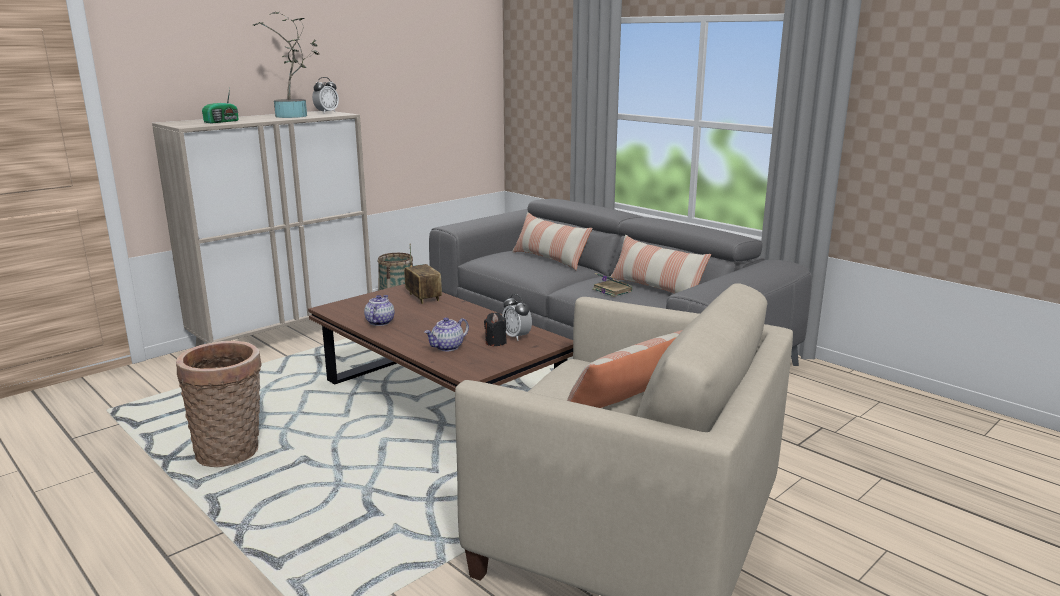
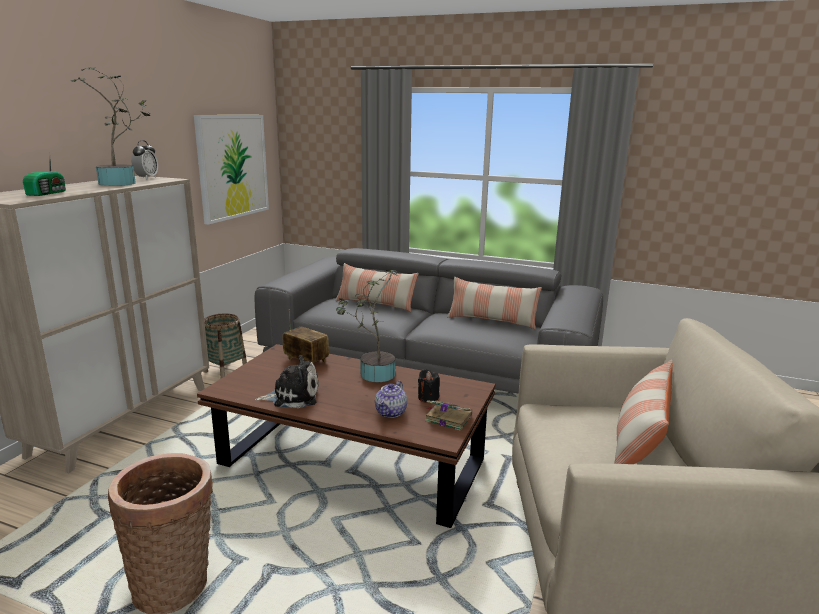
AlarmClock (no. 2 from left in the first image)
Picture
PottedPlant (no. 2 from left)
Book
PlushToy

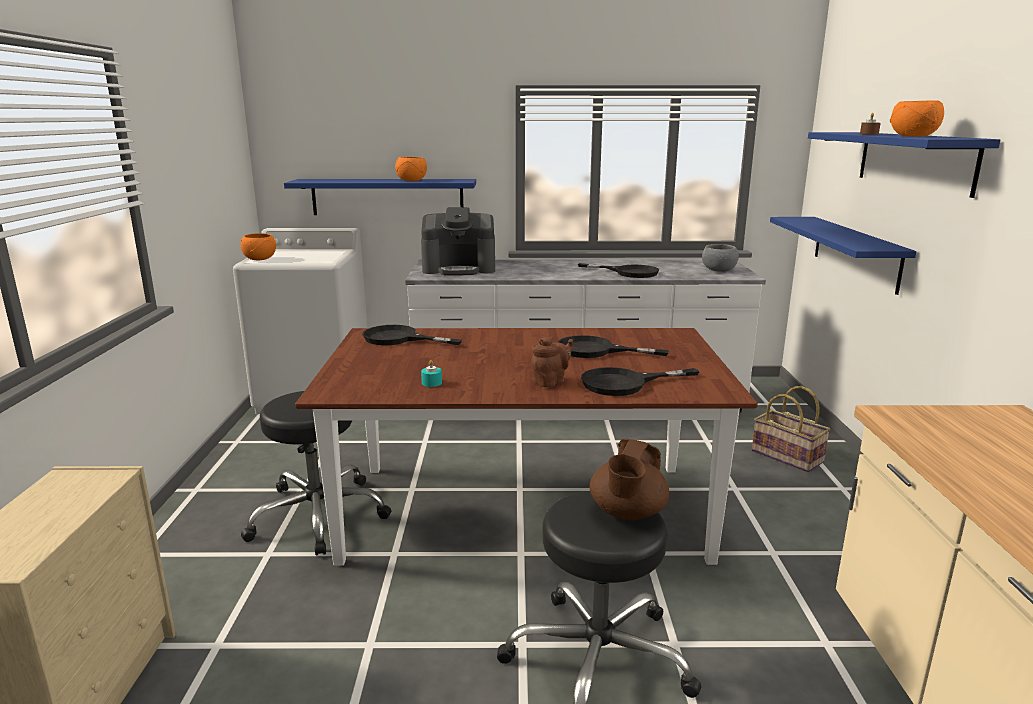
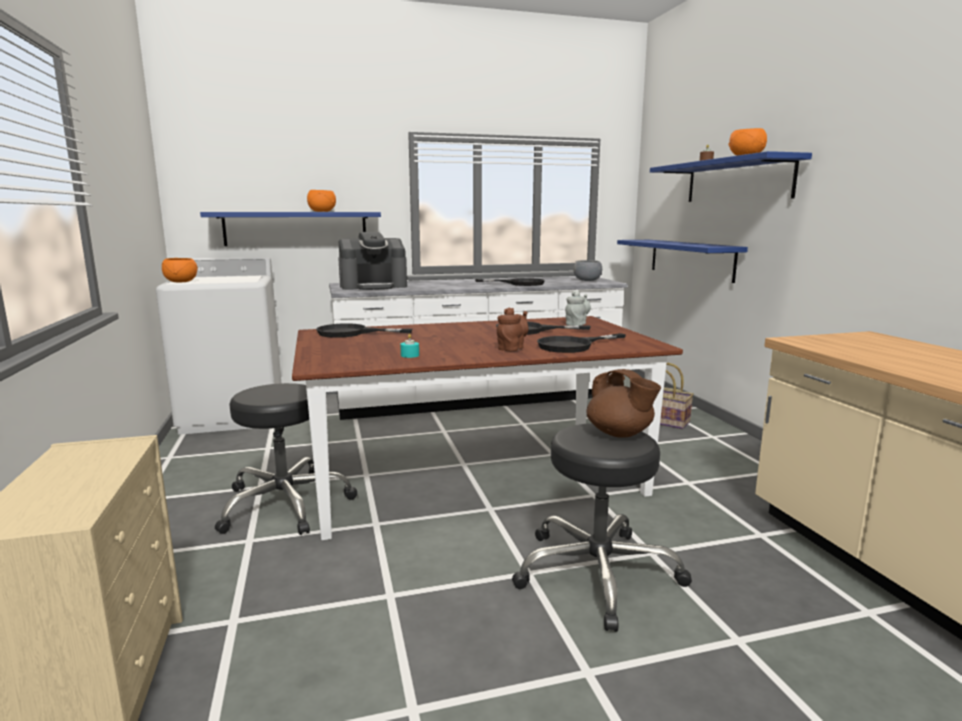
GreyTeapot
BrownTeapot (no. 2 from left)

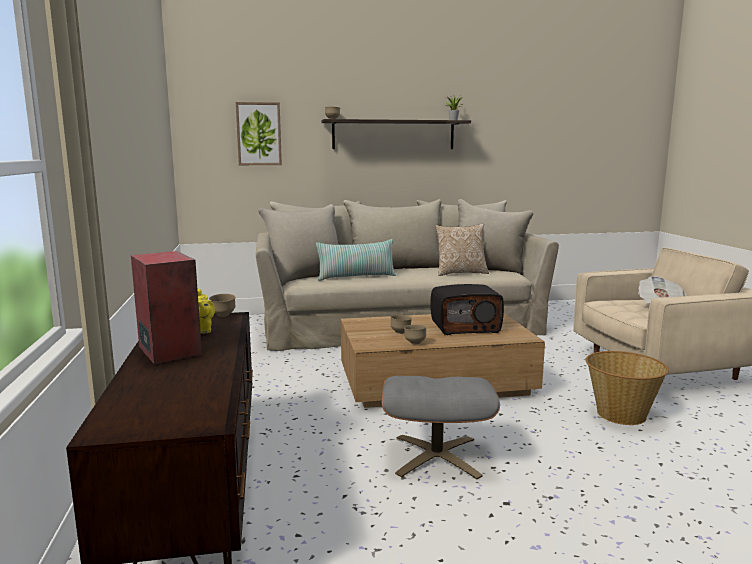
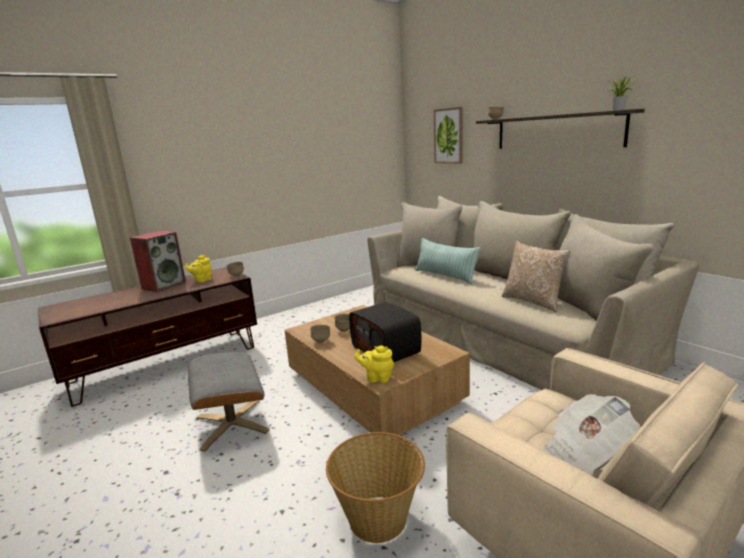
YellowTeapot (no. 2 from left)

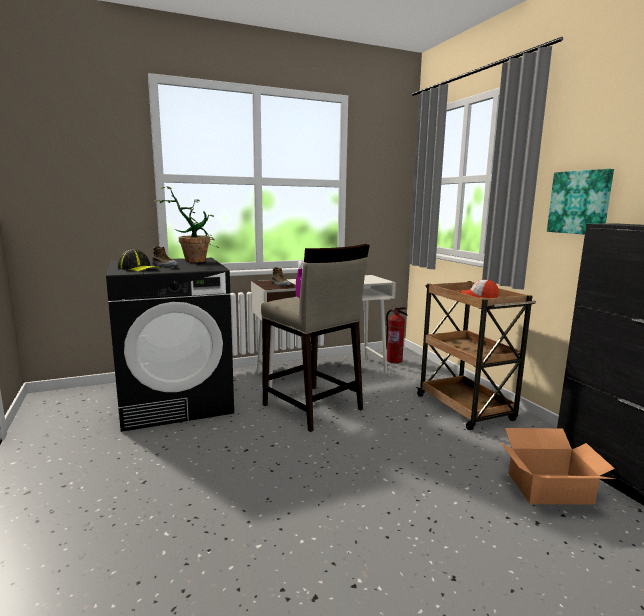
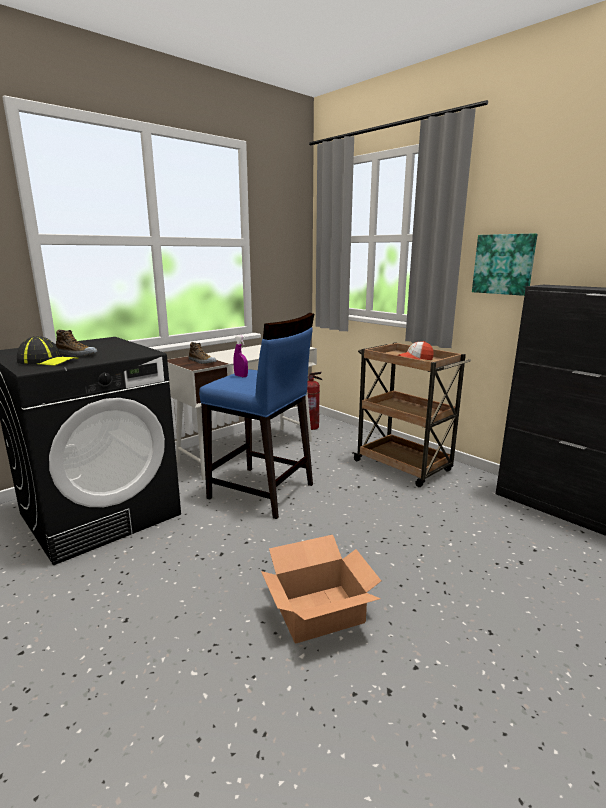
PottedPlant
CardboardBox
BlueStool

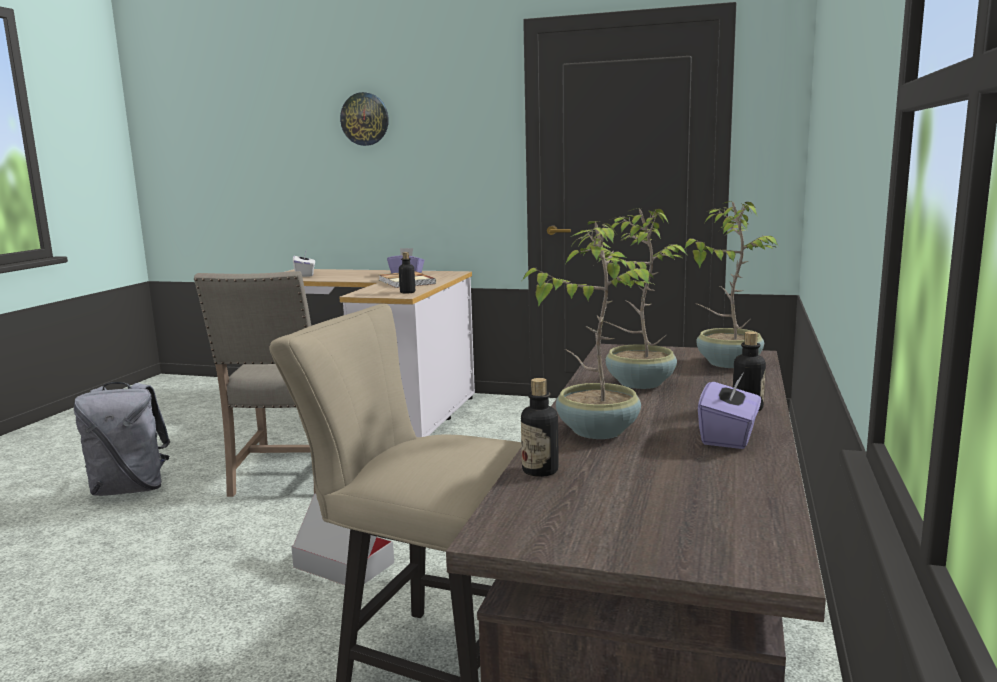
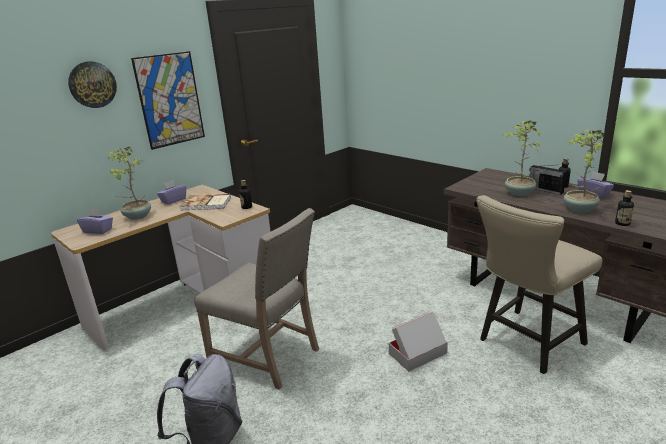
Picture
Radio
PottedPlant (no. 1 from left)
PurpleTissueBox (no. 1 from left)

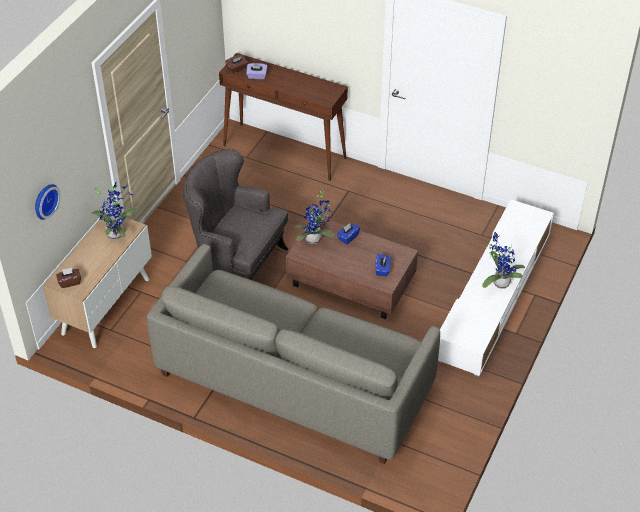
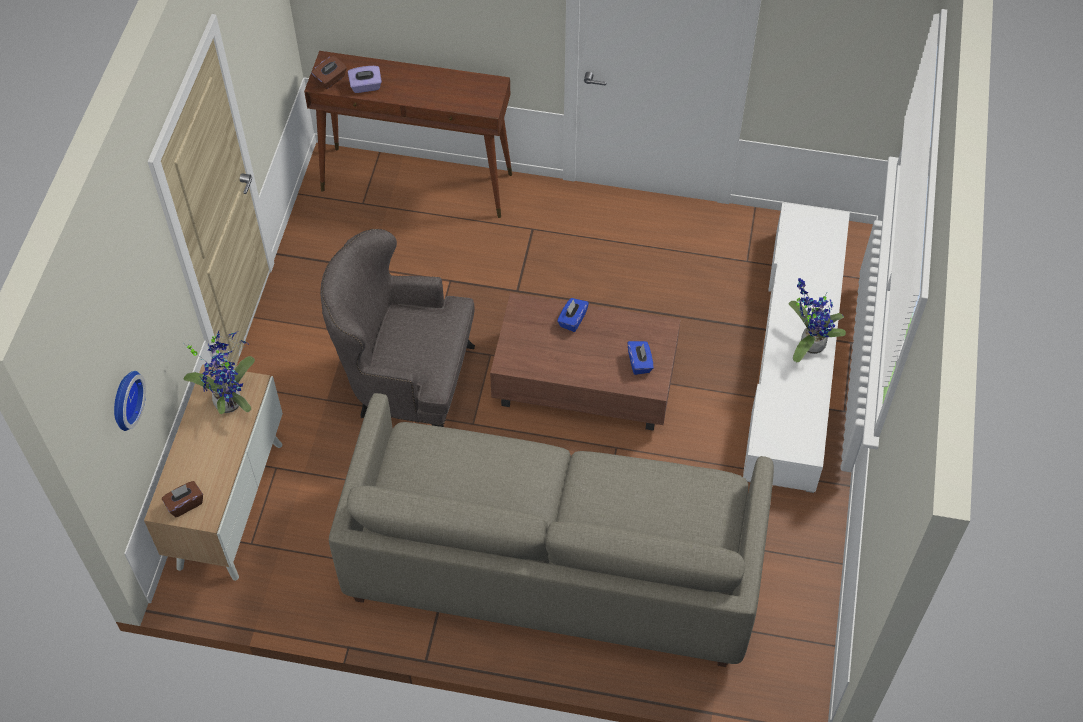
PottedPlant (no. 2 from left in the first image)

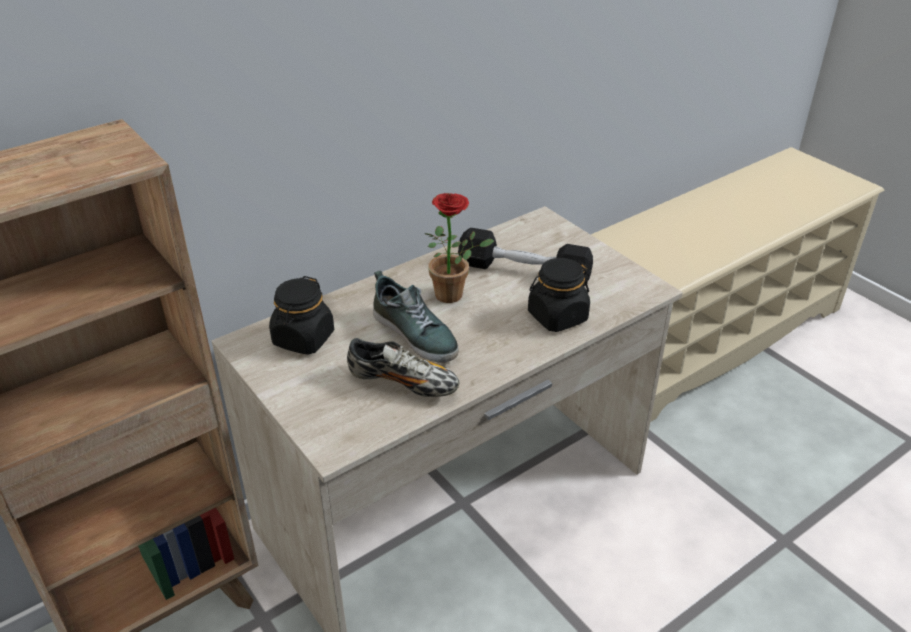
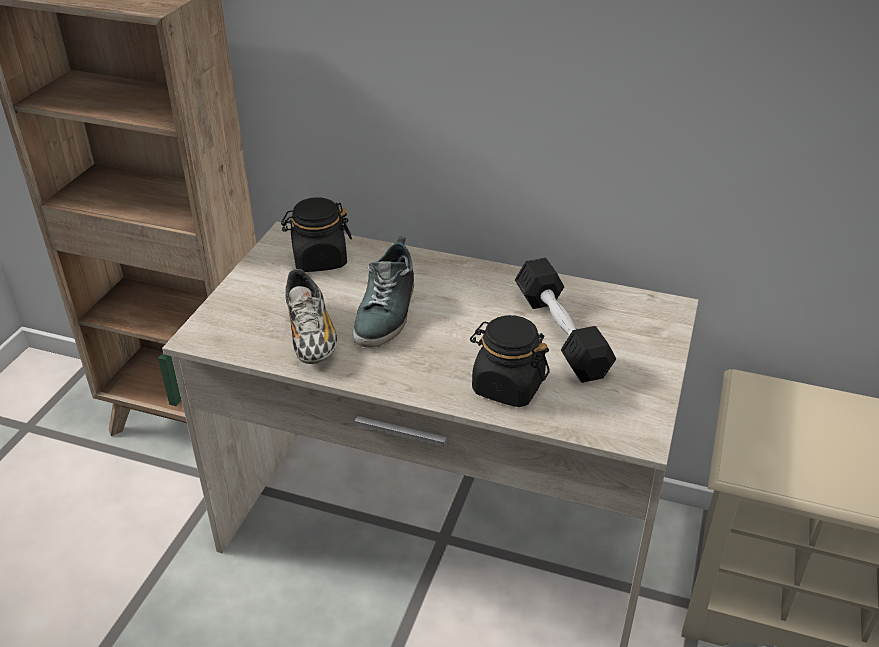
PottedPlant

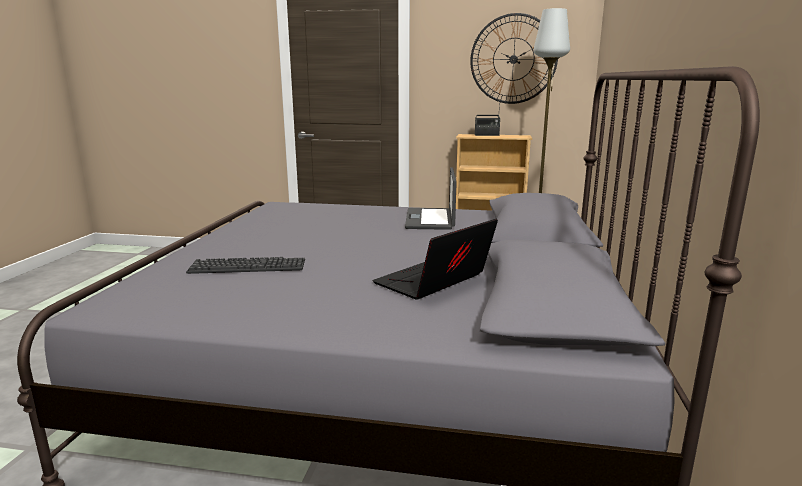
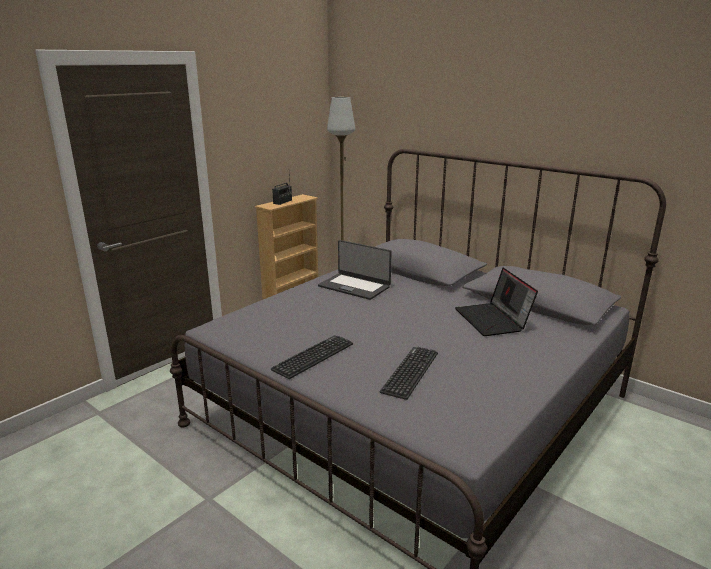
WallClock
Keyboard (no. 1 from left)

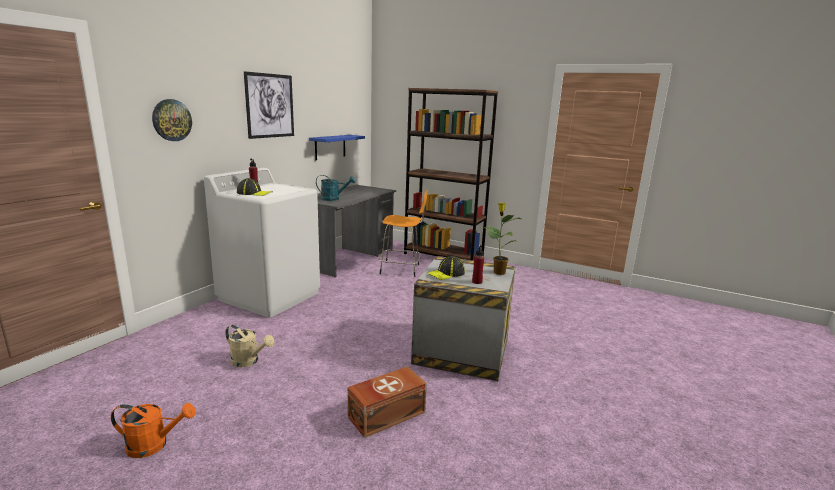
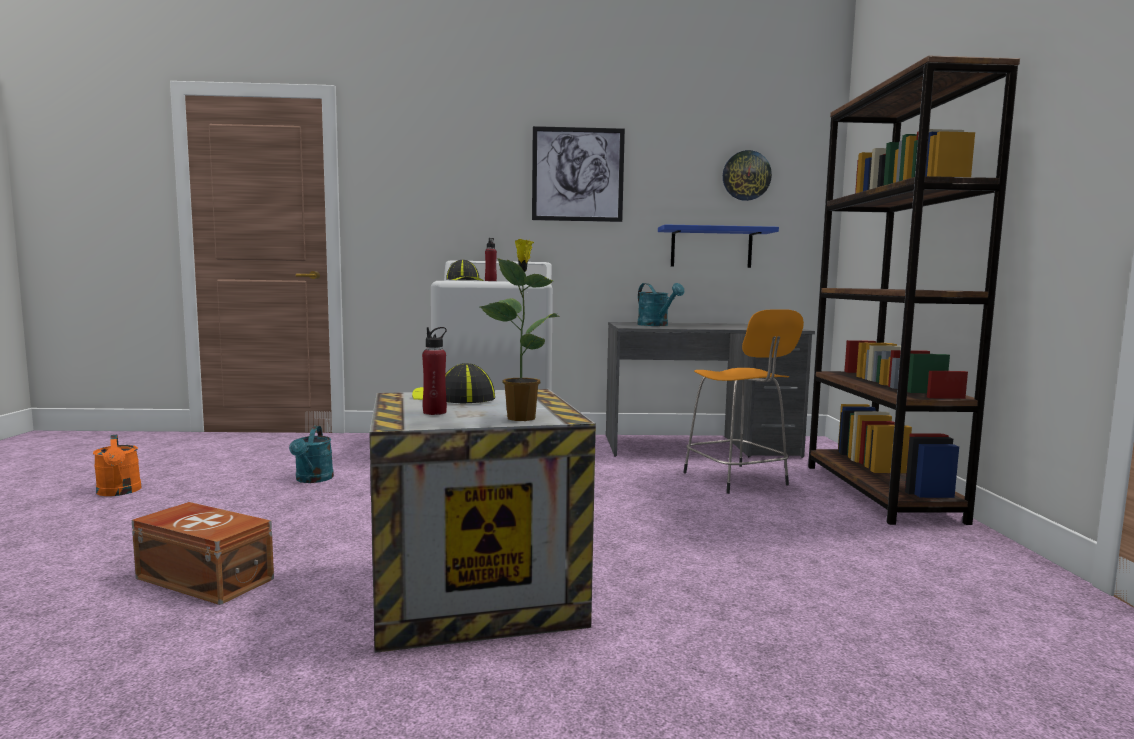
WallClock
TurquoiseWateringCan (no. 1 from left)

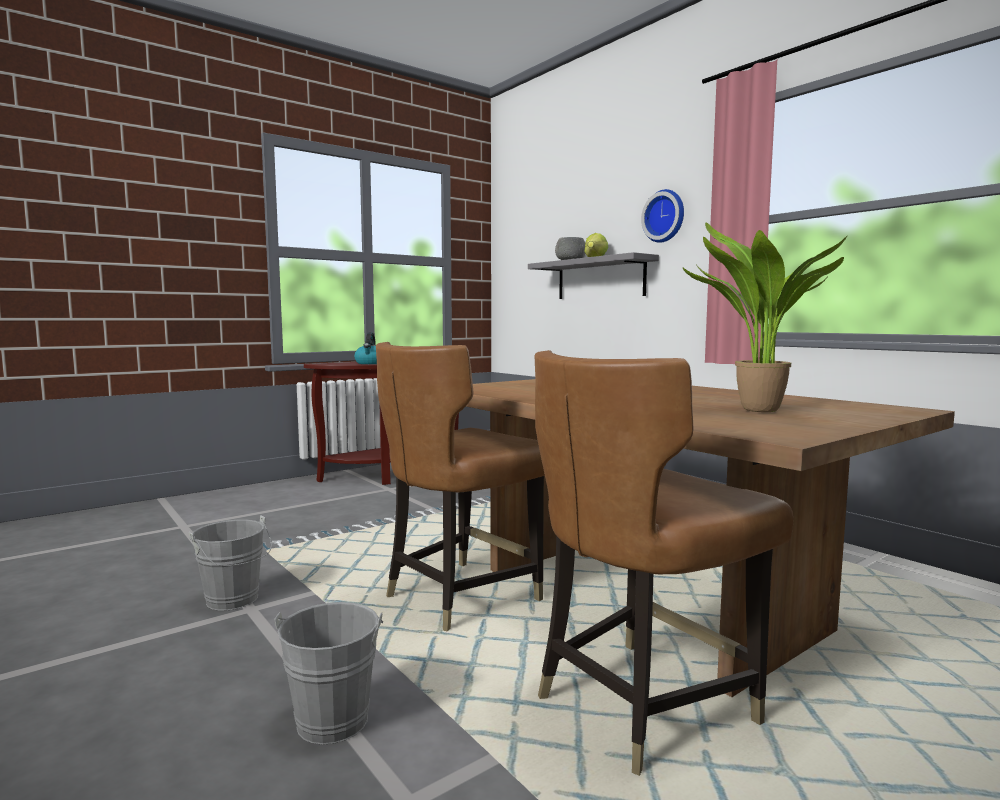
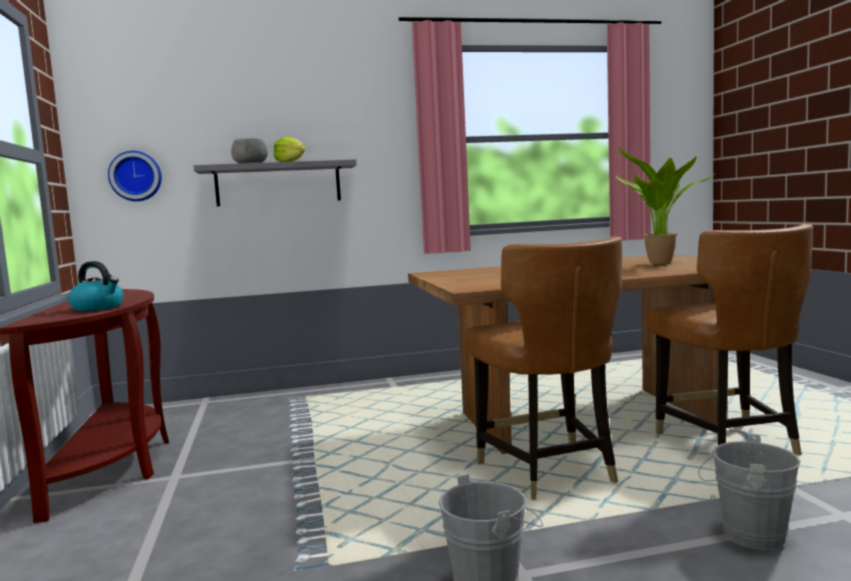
WallClock

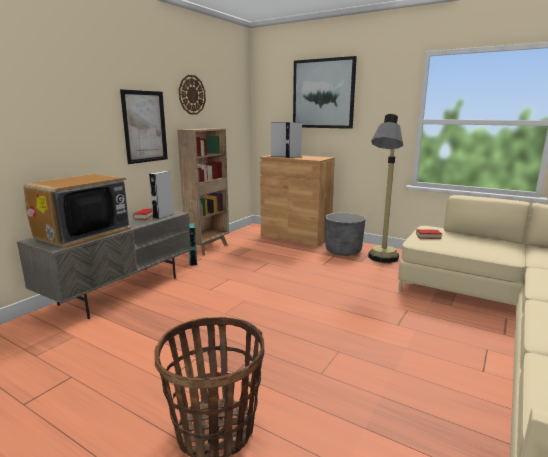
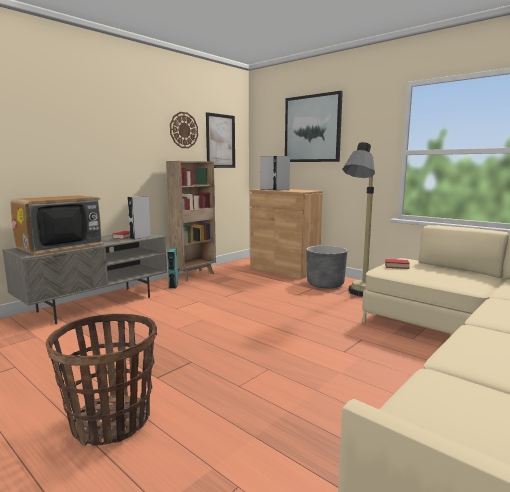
Picture (no. 1 from left)

